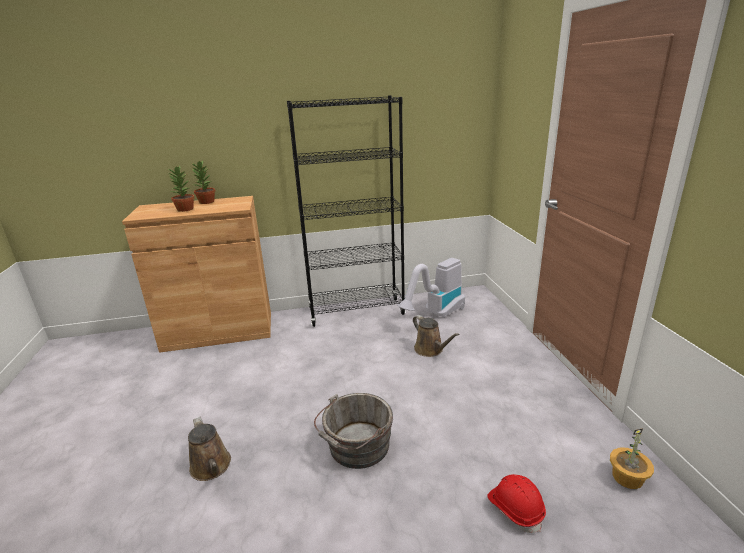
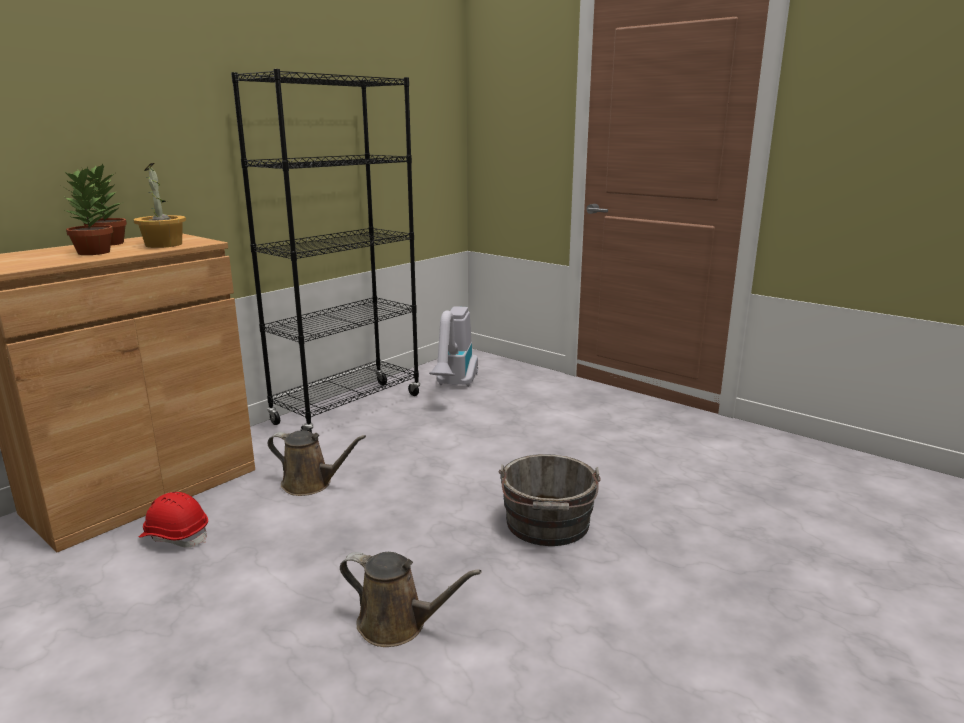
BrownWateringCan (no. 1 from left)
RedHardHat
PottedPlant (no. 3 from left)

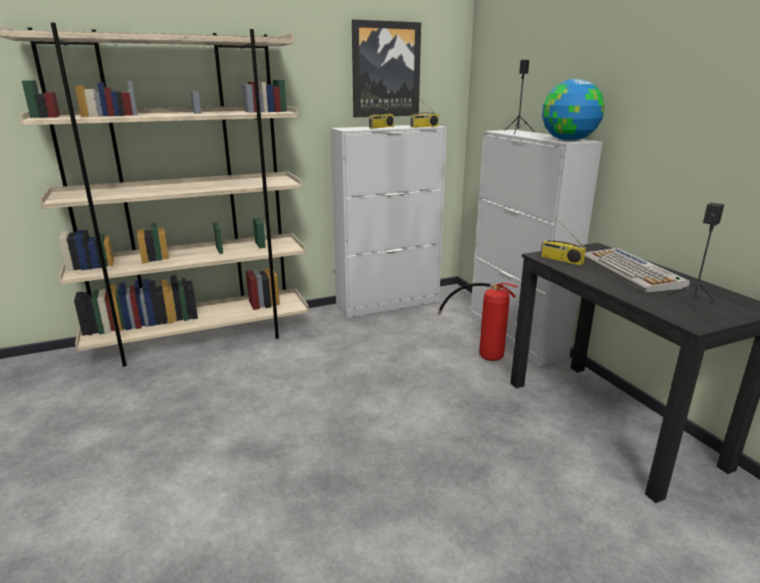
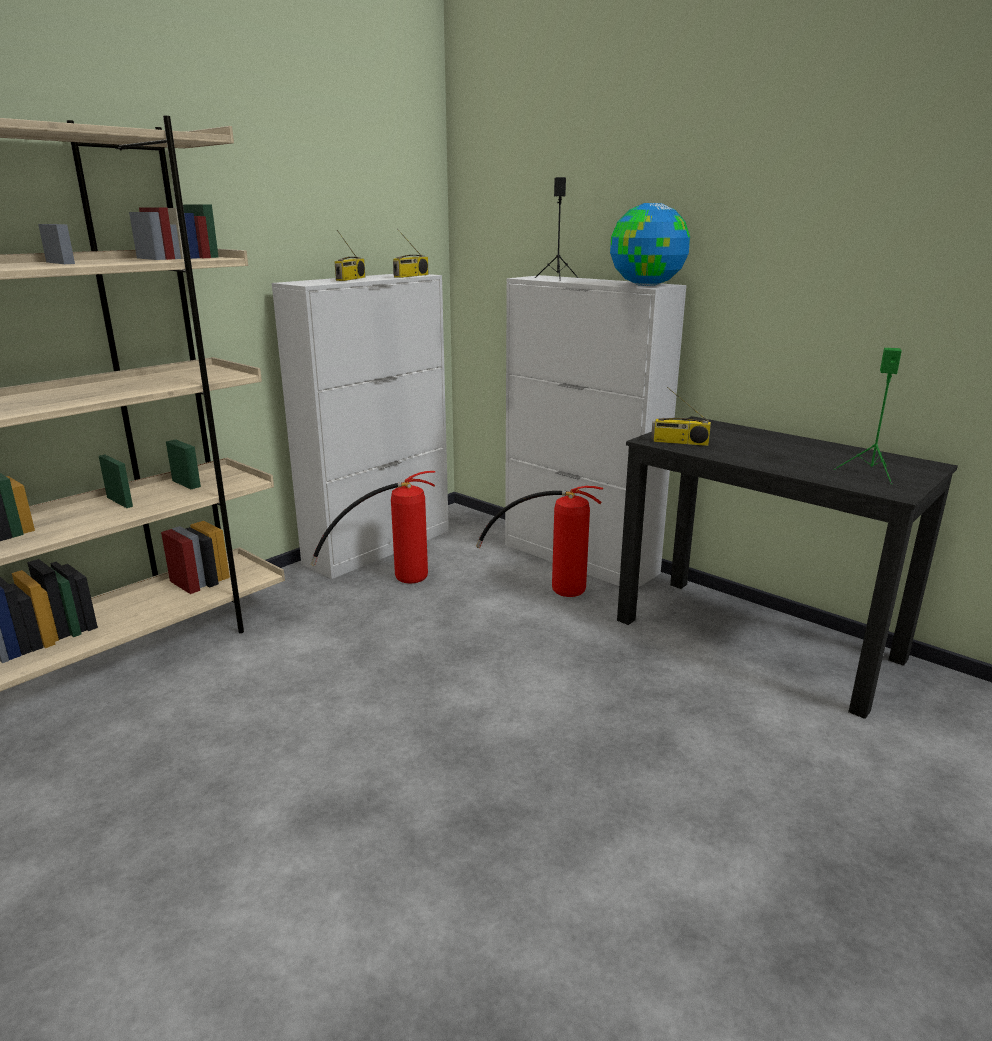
Picture
Keyboard
FireExtinguisher (no. 1 from left)
GreenSpeaker

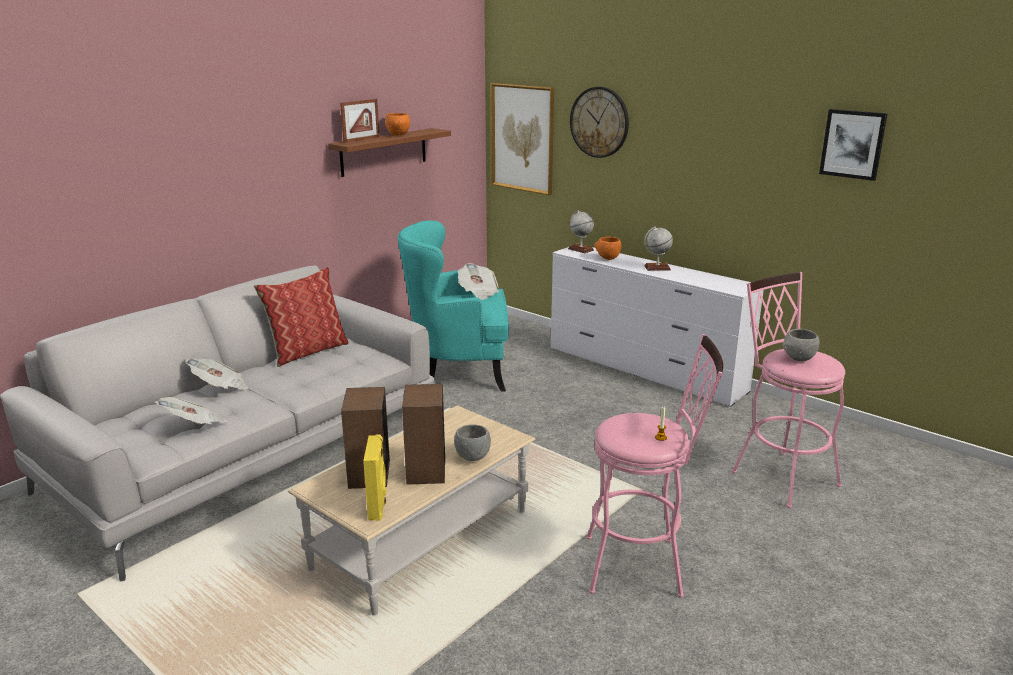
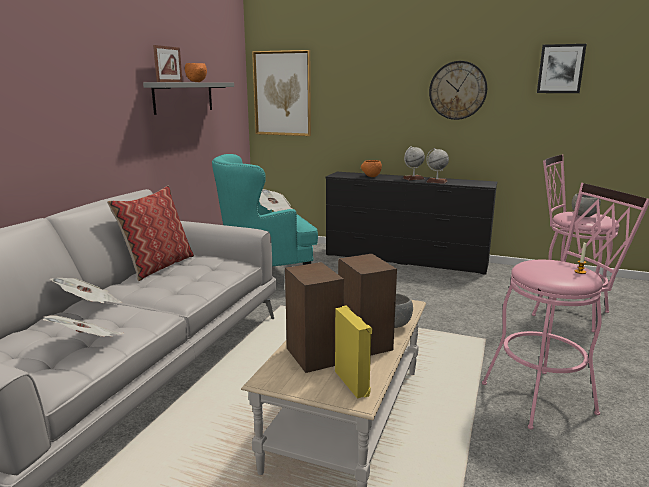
Globe (no. 2 from left)
WallClock
GreyShelf
BlackDresser

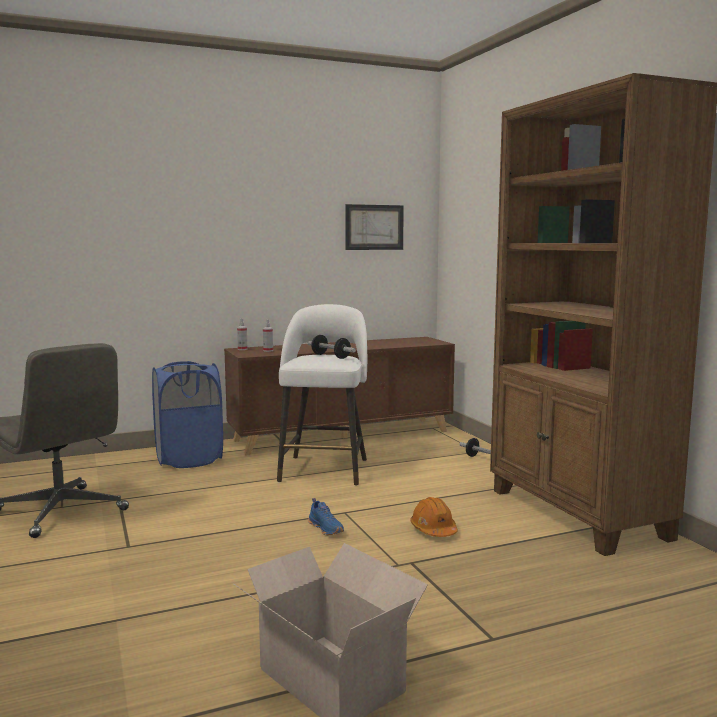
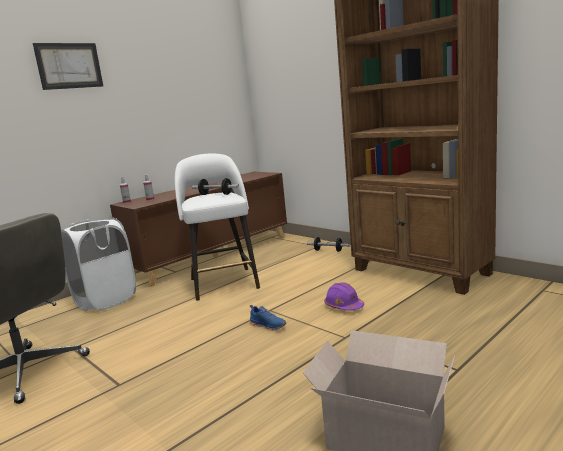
Picture
WhiteLaundryBasket
PurpleHardHat

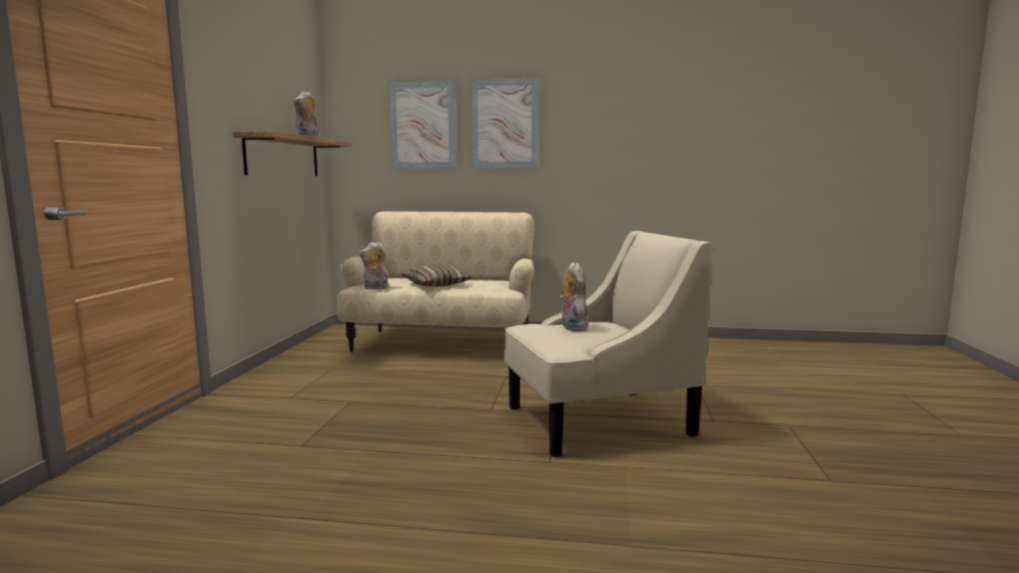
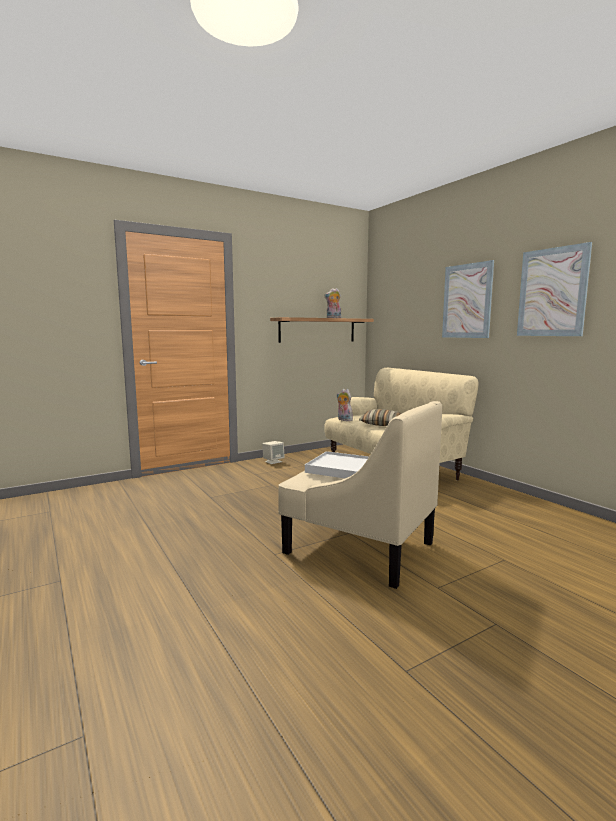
BeigeSpeaker
Picture (no. 2 from left)
WhiteTray

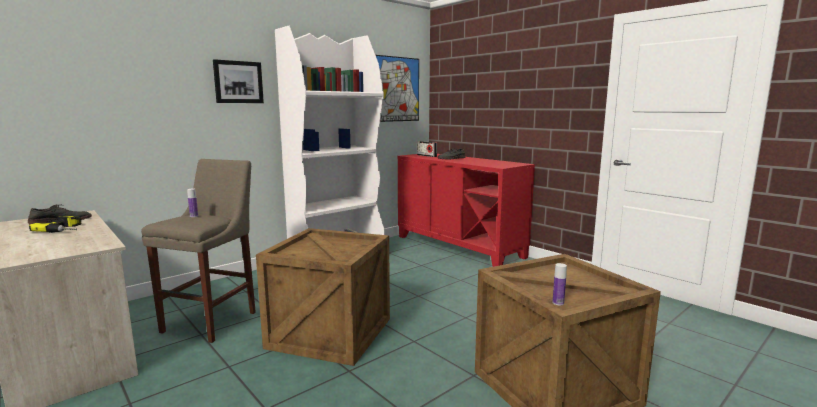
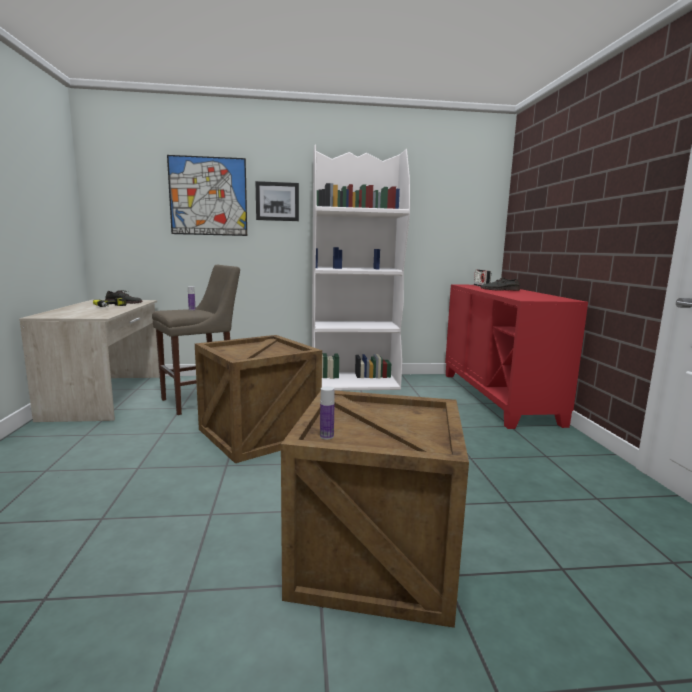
Picture (no. 1 from left)

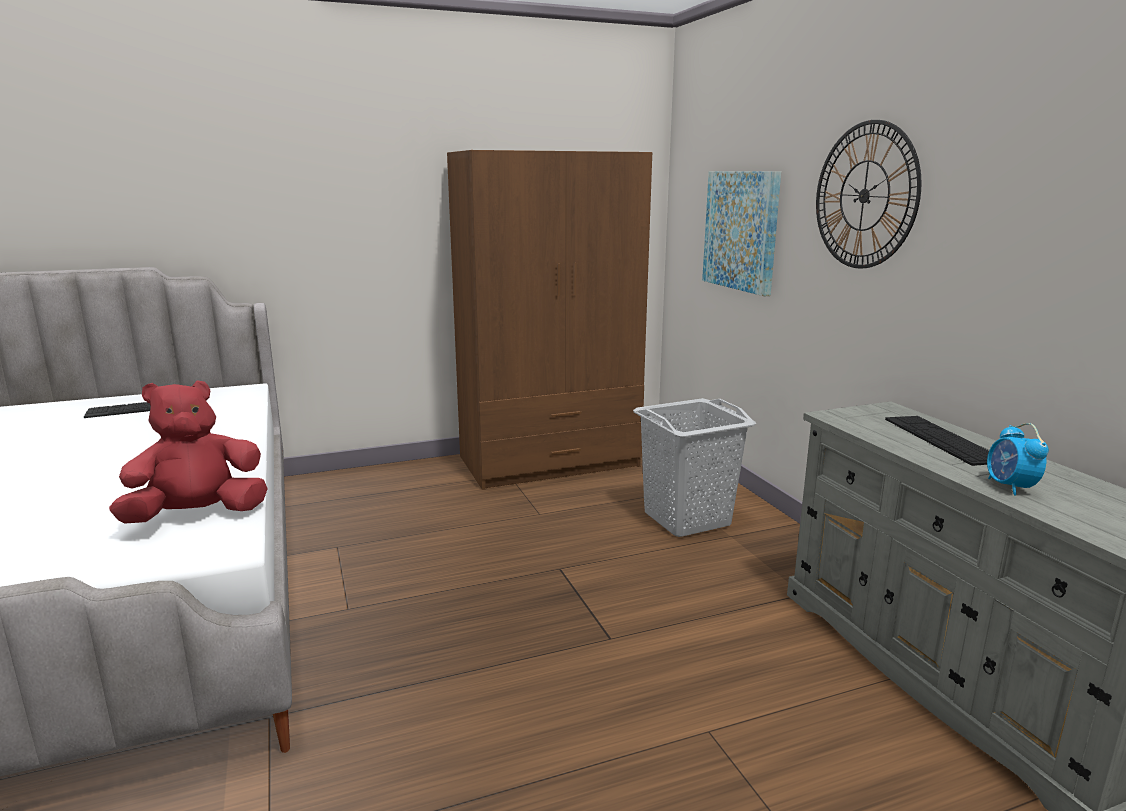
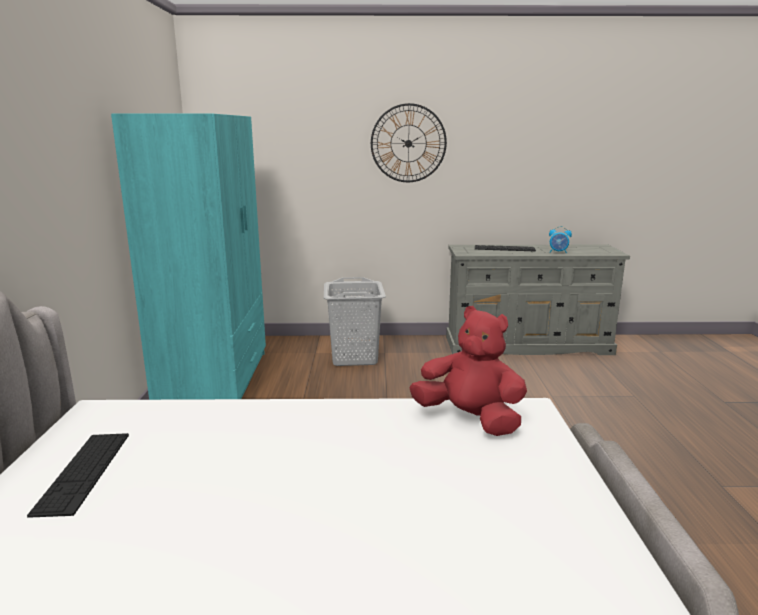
Picture
TurquoiseWardrobe
RedPlushToy

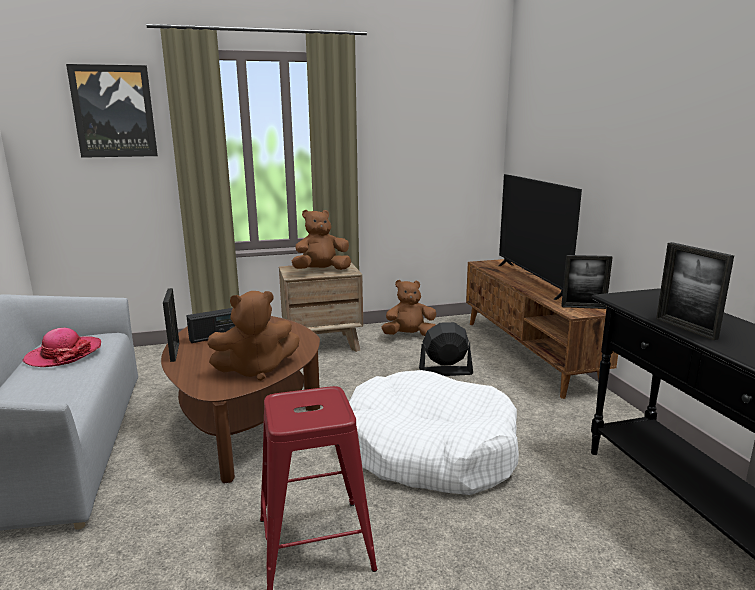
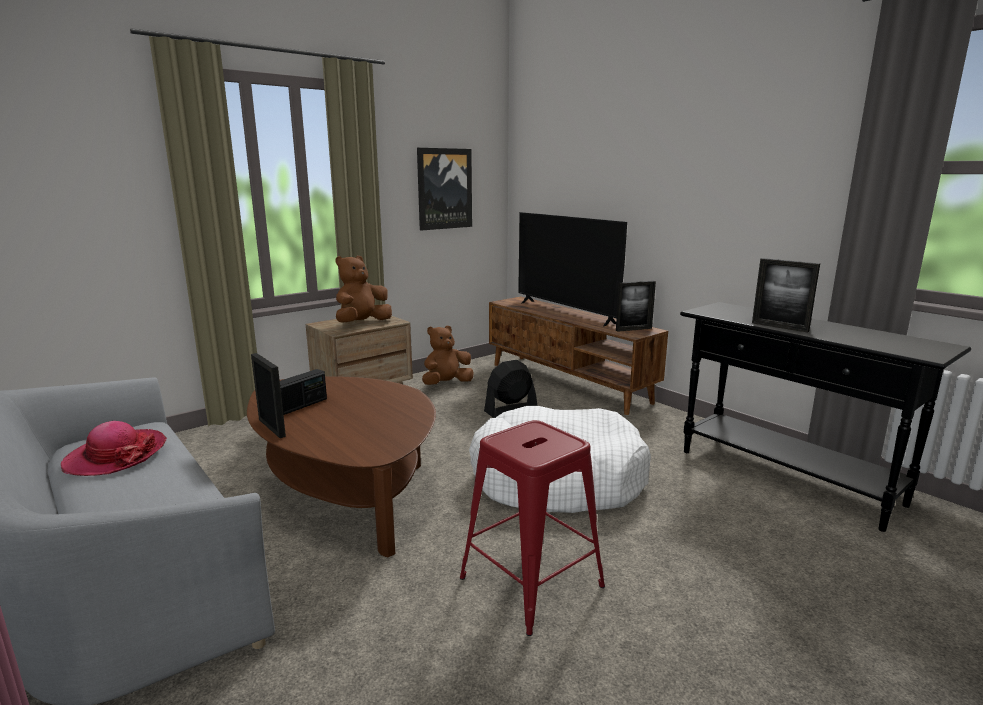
BrownPlushToy (no. 1 from left in the first image)
Picture

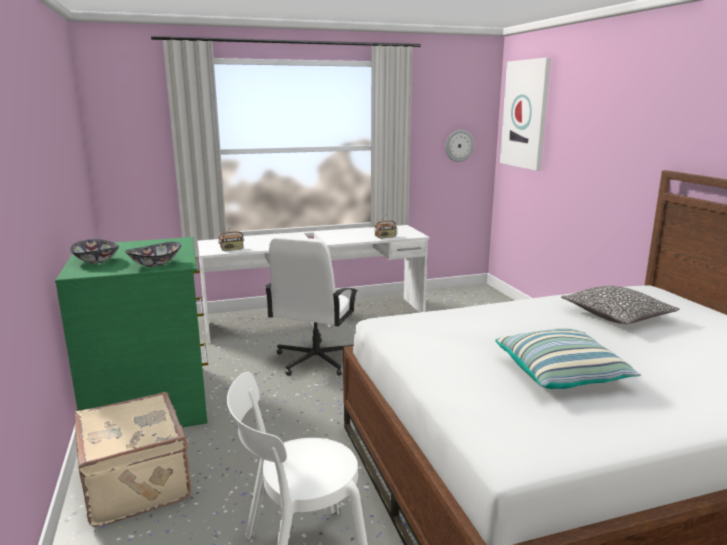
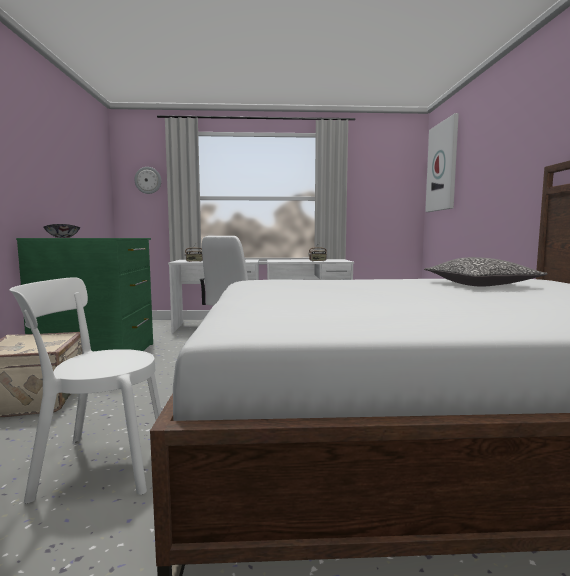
Bowl (no. 2 from left in the first image)
Pillow (no. 1 from left in the first image)
WallClock

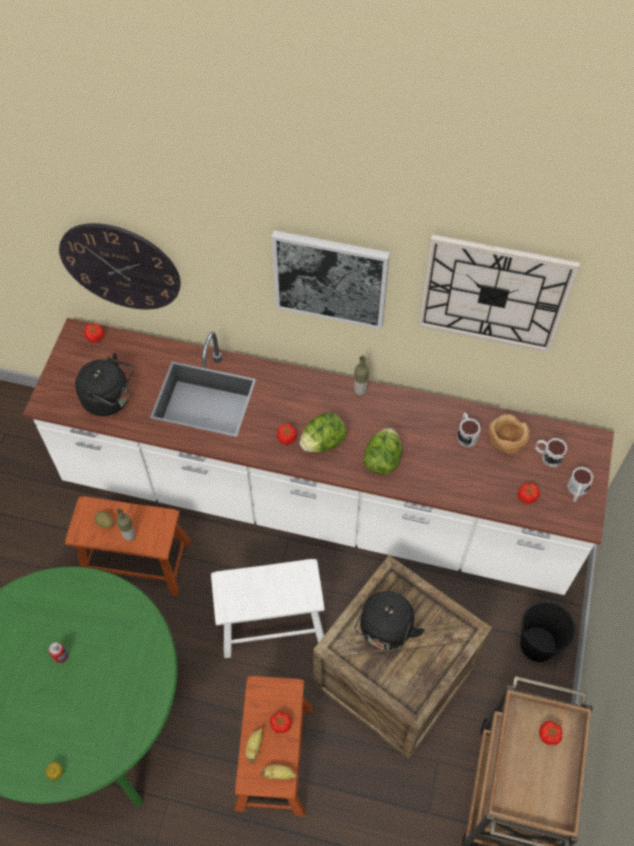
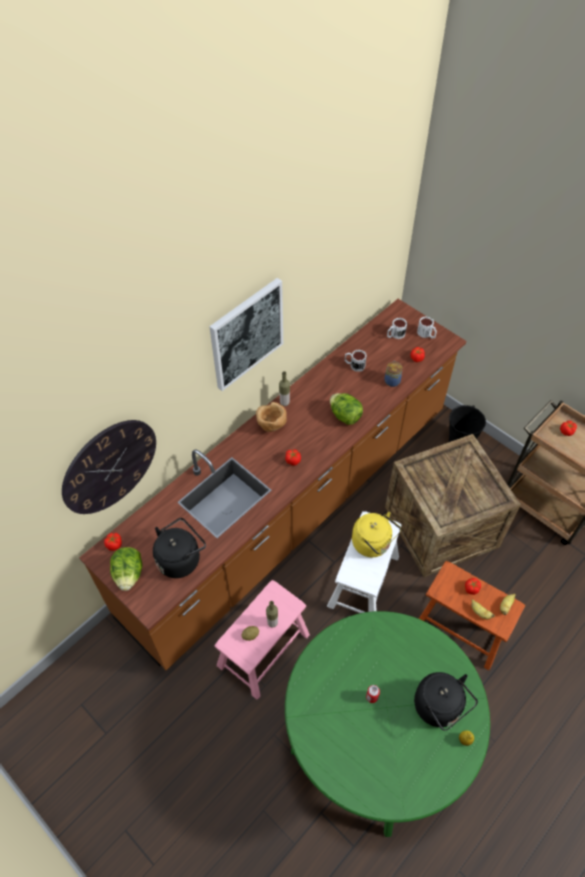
WallClock (no. 2 from left in the first image)
YellowKettle
Jar
Lettuce (no. 1 from left)
BlackKettle (no. 2 from left)
BrownBowl
BrownCounter
PinkStool

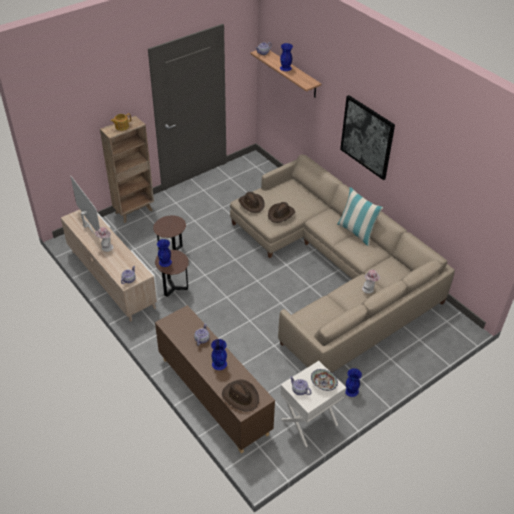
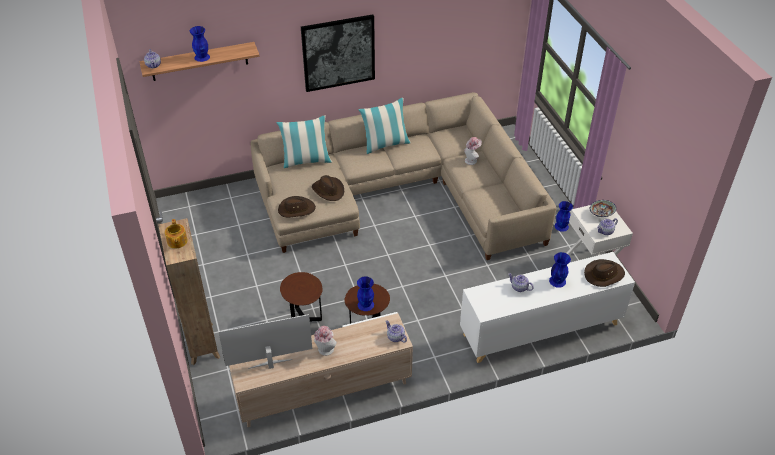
Pillow (no. 1 from left)
WhiteCabinet

